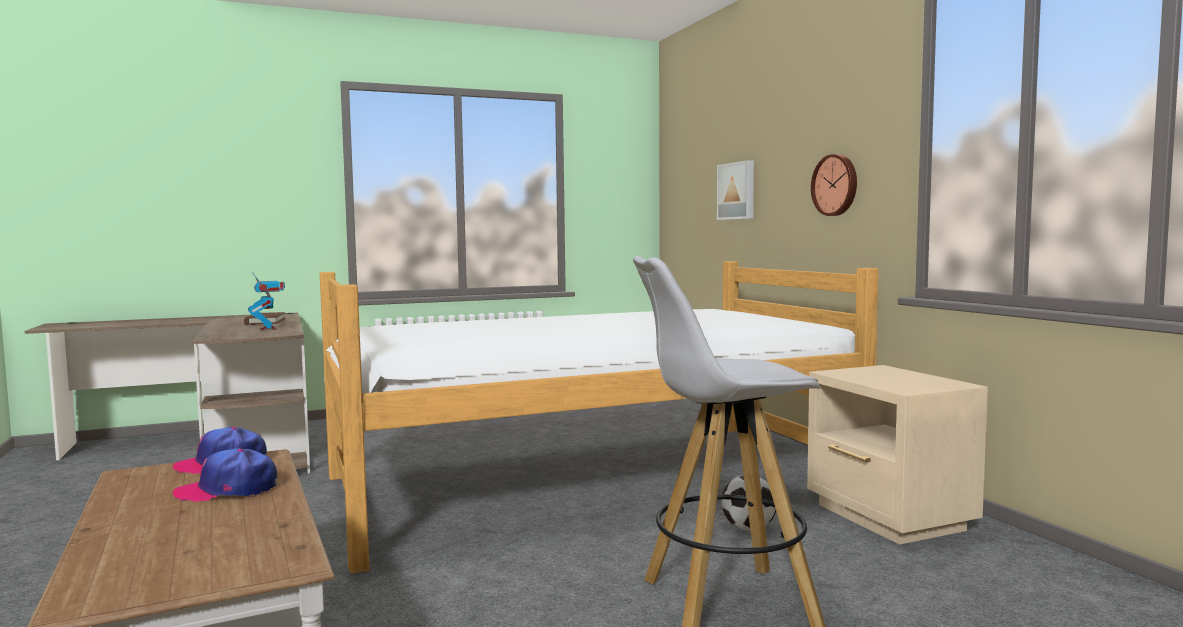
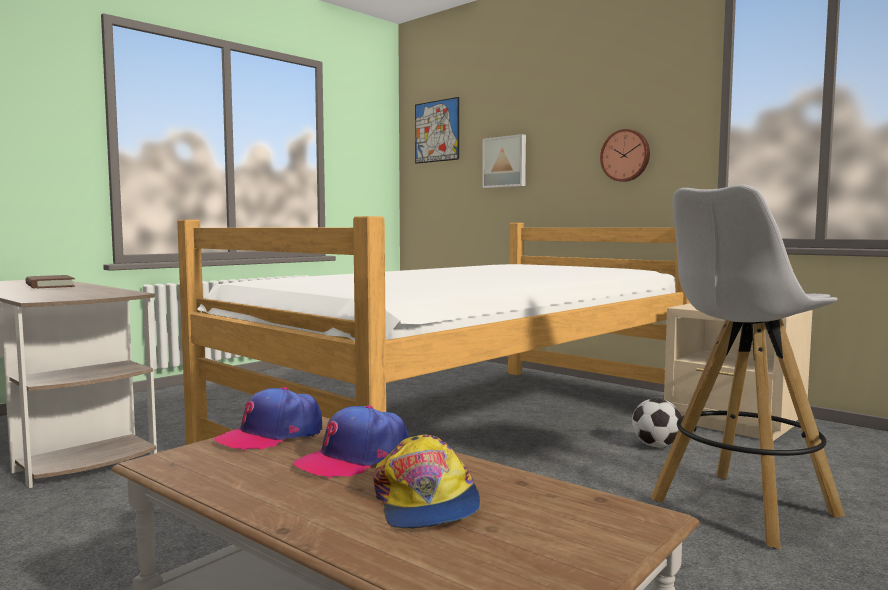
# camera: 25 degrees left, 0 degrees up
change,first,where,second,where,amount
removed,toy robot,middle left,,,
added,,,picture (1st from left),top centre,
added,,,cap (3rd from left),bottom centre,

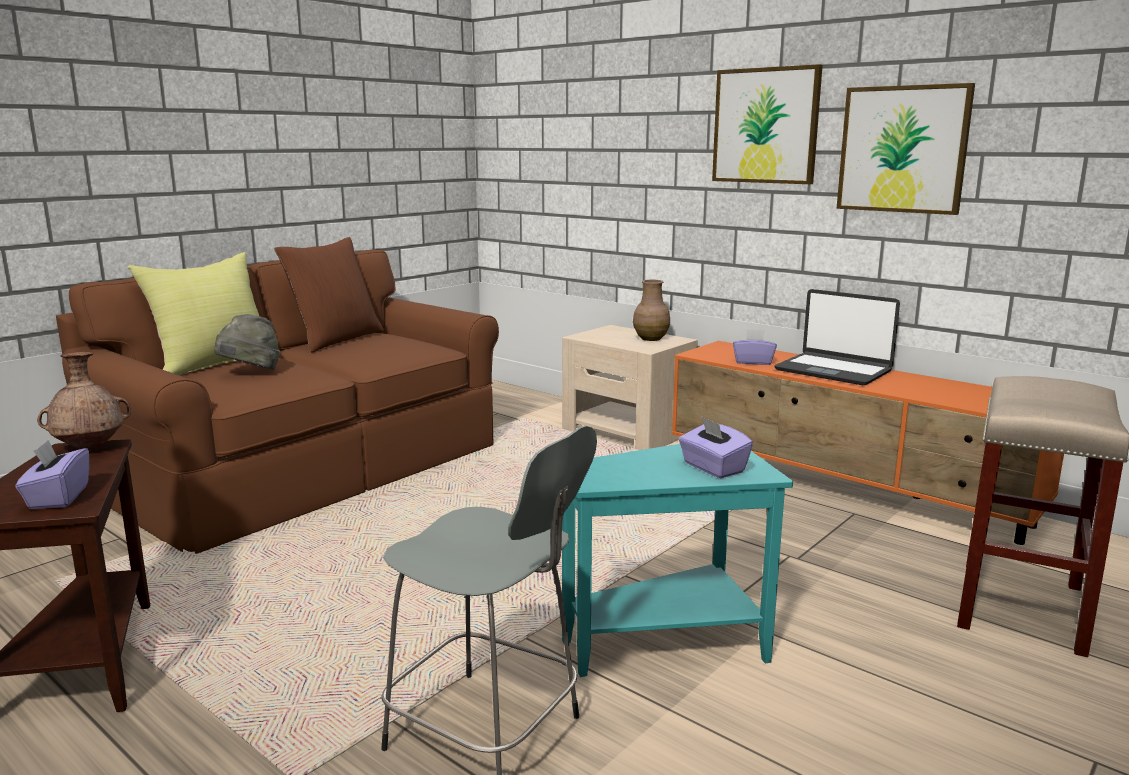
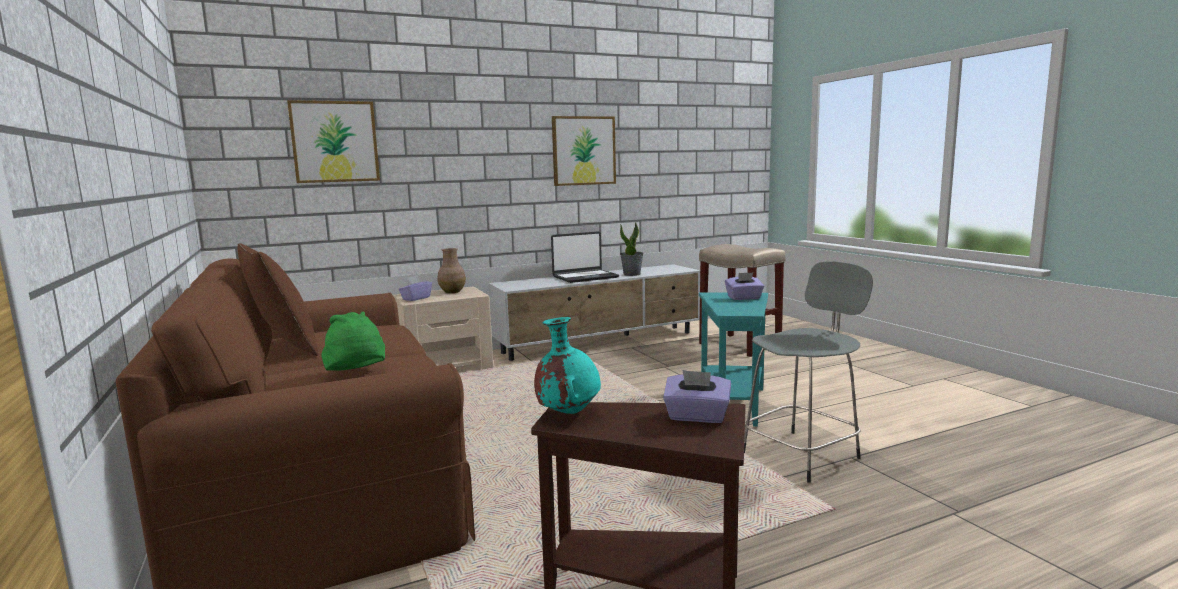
# camera: 65 degrees left, 5 degrees down
change,first,where,second,where,amount
moved,picture (1st from left),top right,,top left,
removed,yellow pillow,middle left,,,
recoloured,grey hat,middle left,green hat,middle left,
moved,purple tissue box (3rd from left in the first image),middle right,purple tissue box (1st from left),centre,
recoloured,orange tv stand,middle right,white tv stand,centre,
recoloured,brown vase (1st from left),middle left,turquoise vase,centre,
added,,,potted plant,centre,

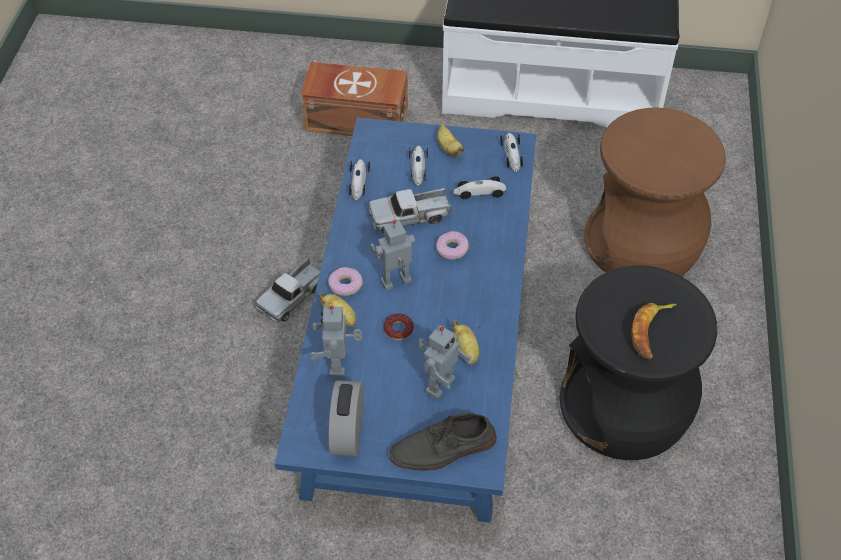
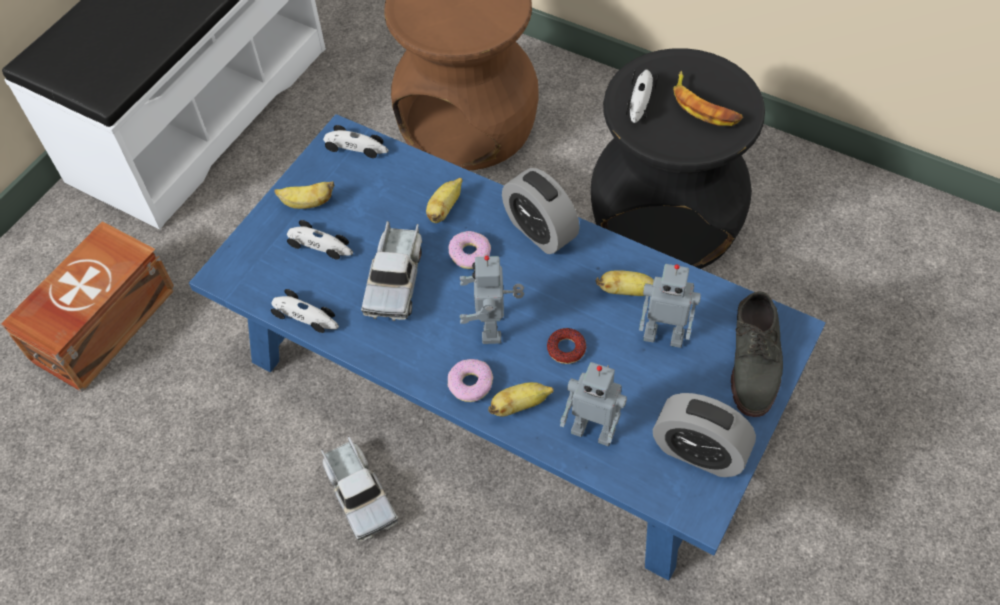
# camera: 65 degrees left, 5 degrees up
change,first,where,second,where,amount
moved,toy car (3rd from left in the first image),centre,toy car (4th from left),top centre,
turned,toy robot (3rd from left),centre,,middle right,135 degrees clockwise
added,,,alarm clock (1st from left),centre,
added,,,banana (2nd from left),top centre,

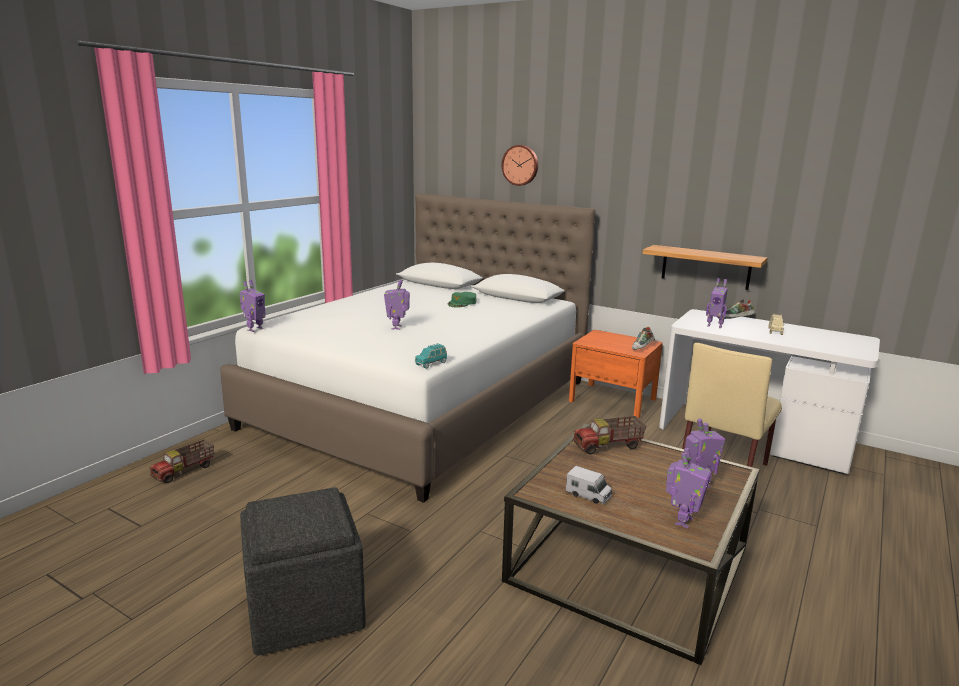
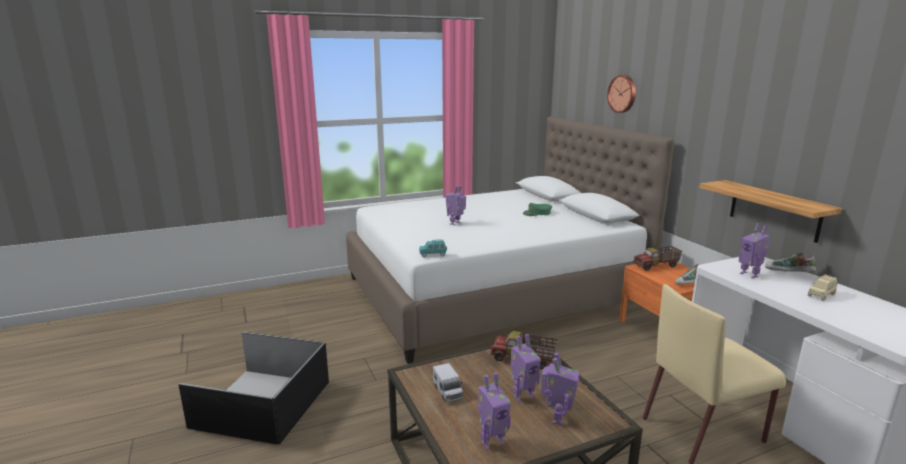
# camera: 35 degrees right, 0 degrees up
change,first,where,second,where,amount
moved,toy robot (1st from left in the first image),middle left,toy robot (3rd from left),bottom centre,
moved,toy truck (1st from left in the first image),bottom left,toy truck (3rd from left),middle right,
replaced,grey ottoman,bottom left,black storage box,bottom left,

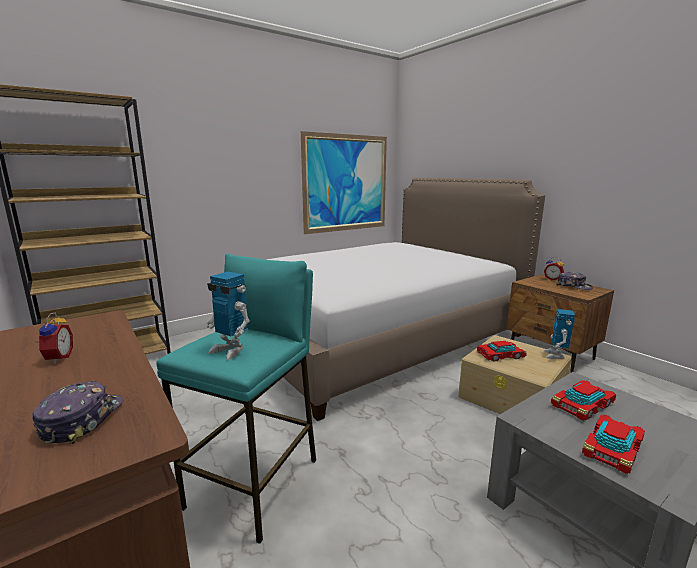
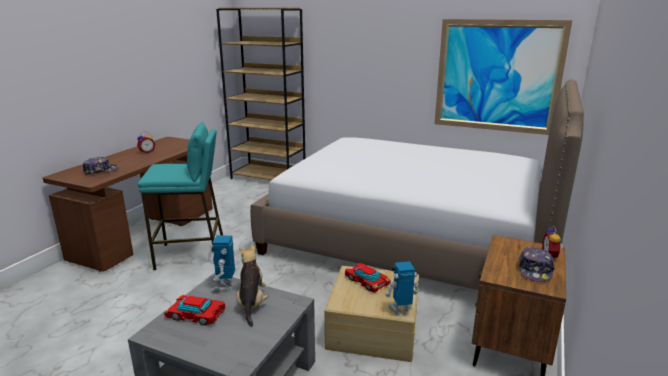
# camera: 60 degrees right, 5 degrees up
change,first,where,second,where,amount
moved,toy robot (1st from left),middle left,,bottom centre,
replaced,toy car (2nd from left),bottom right,plush toy,bottom centre,

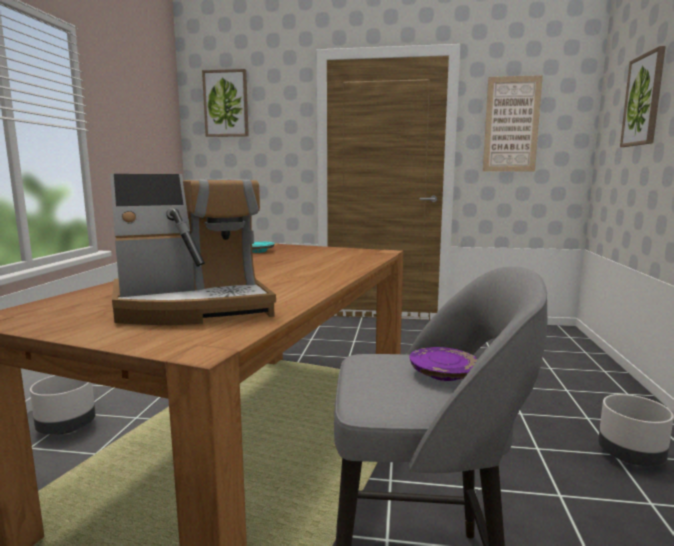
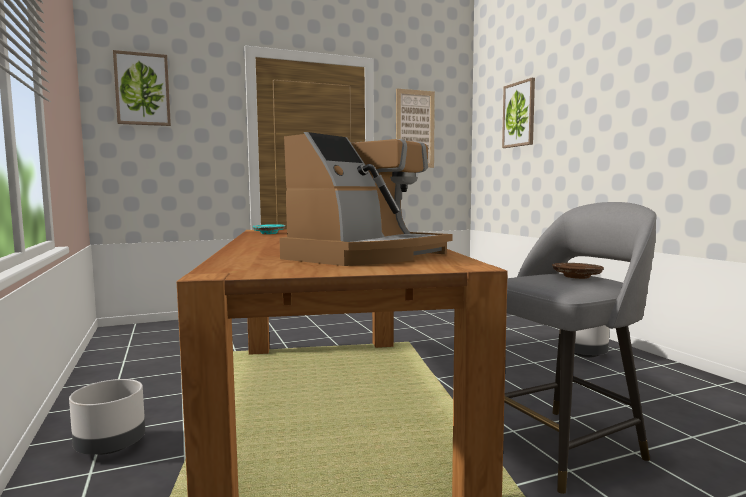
# camera: 30 degrees left, 5 degrees down
change,first,where,second,where,amount
recoloured,purple plate,bottom centre,brown plate,middle right,

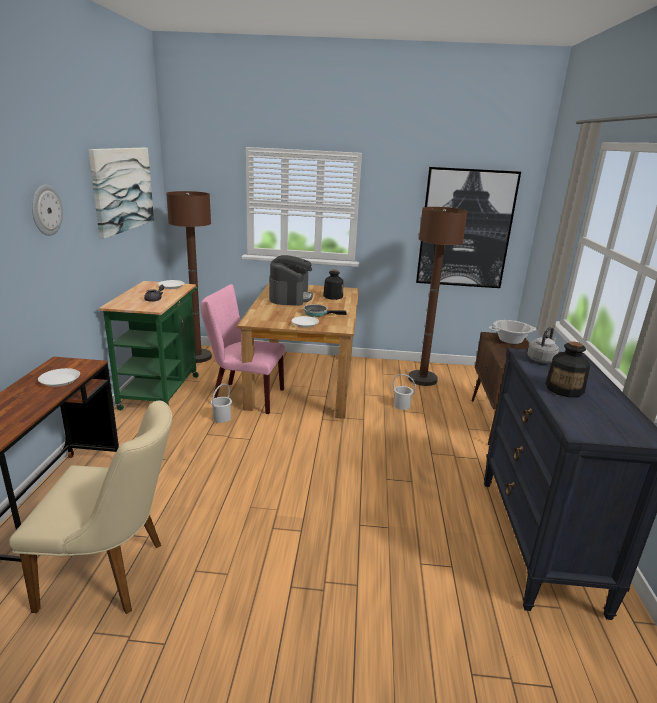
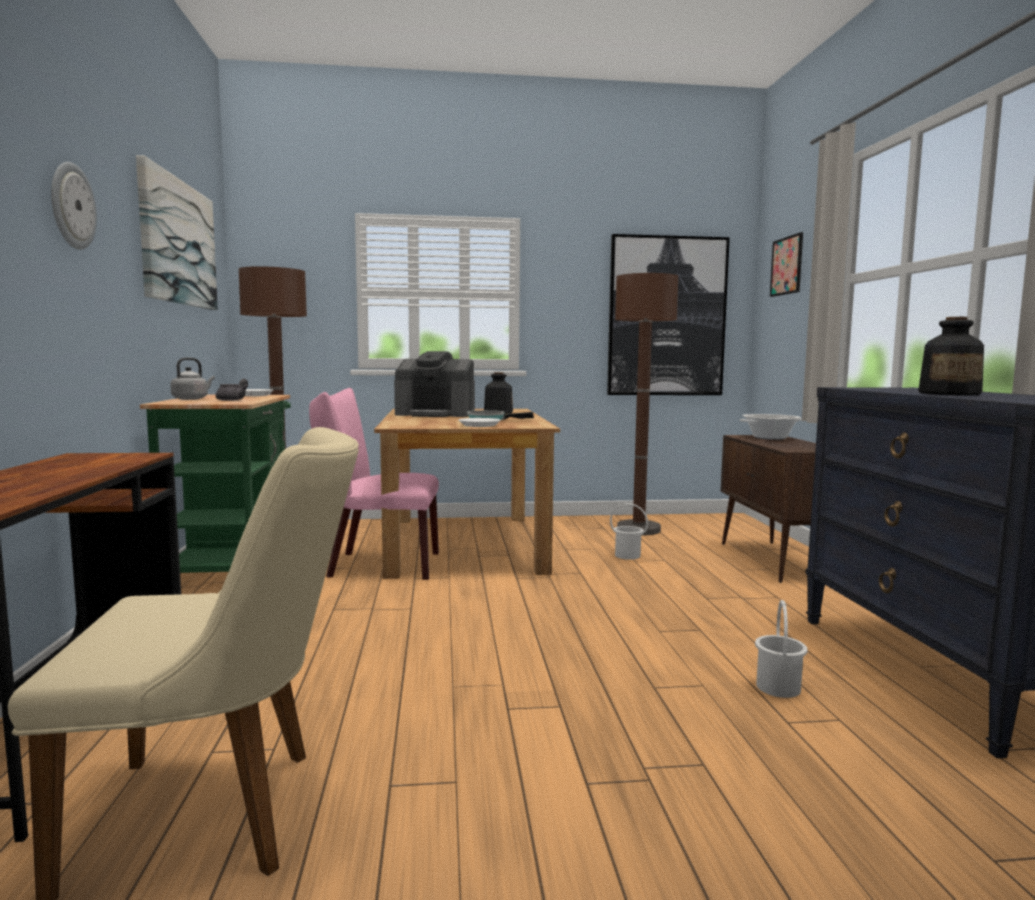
# camera: 10 degrees left, 15 degrees down
change,first,where,second,where,amount
turned,coffee machine,centre,,centre,105 degrees clockwise
moved,grey kettle,middle right,,middle left,
removed,white plate (1st from left),middle left,,,
moved,white bucket (1st from left in the first image),centre,white bucket (2nd from left),bottom right,
added,,,picture (3rd from left),top right,

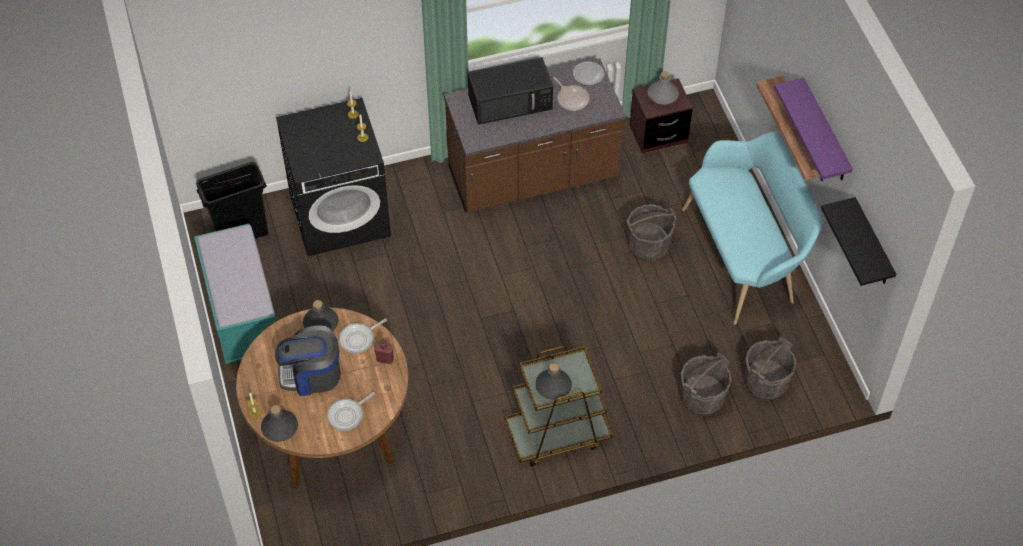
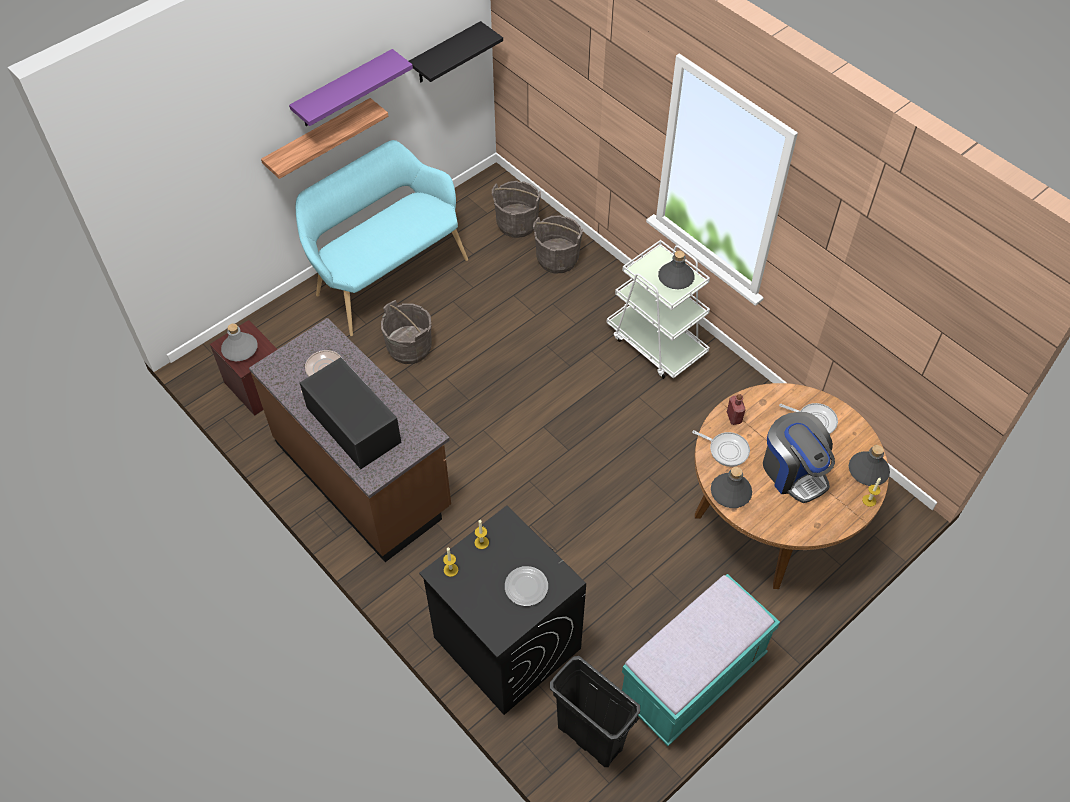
# camera: 115 degrees left, 0 degrees up
change,first,where,second,where,amount
moved,plate,top centre,,bottom centre,
recoloured,brown cart,bottom centre,white cart,centre,

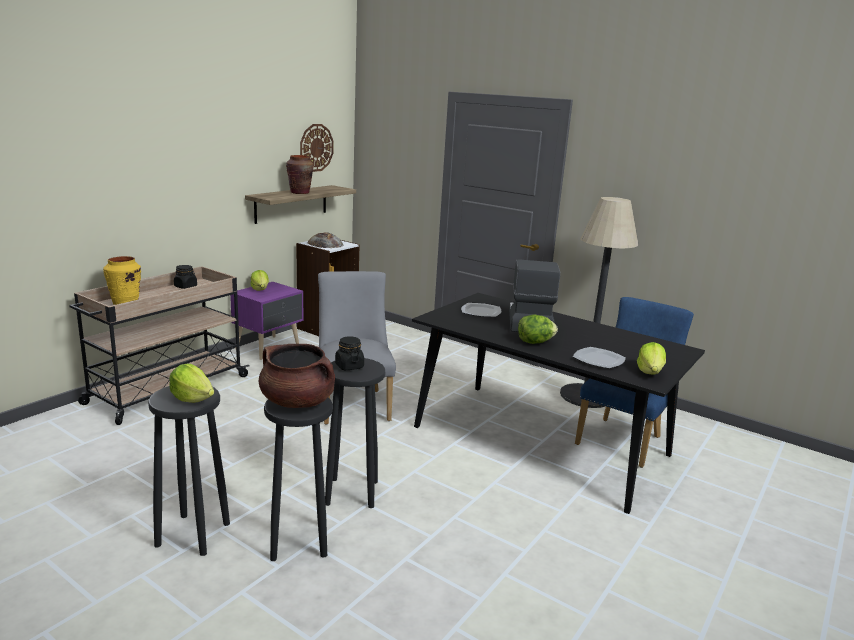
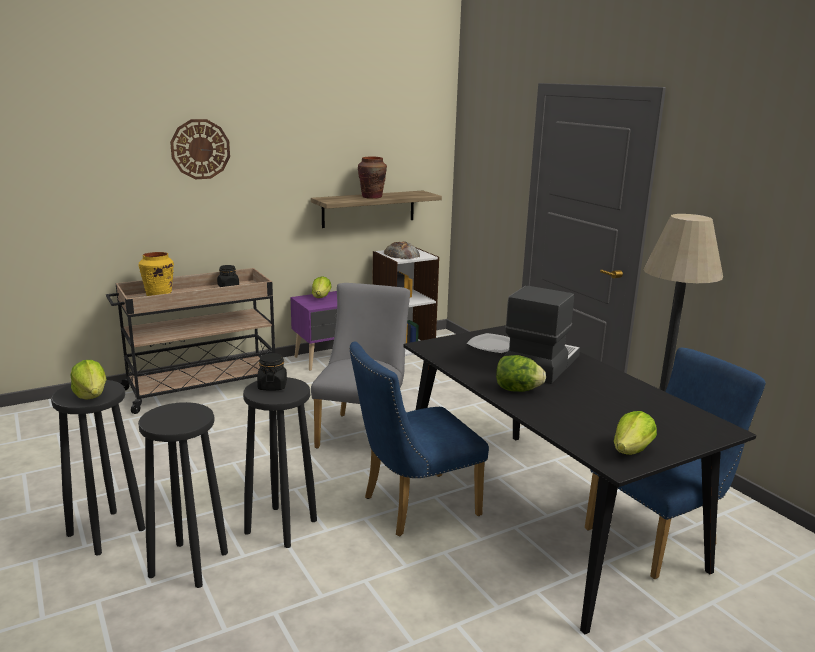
# camera: 25 degrees right, 0 degrees up
change,first,where,second,where,amount
moved,wall clock,top centre,,top left,
removed,brown cooking pot,centre,,,
removed,plate (2nd from left),middle right,,,
added,,,blue chair (1st from left),bottom centre,

